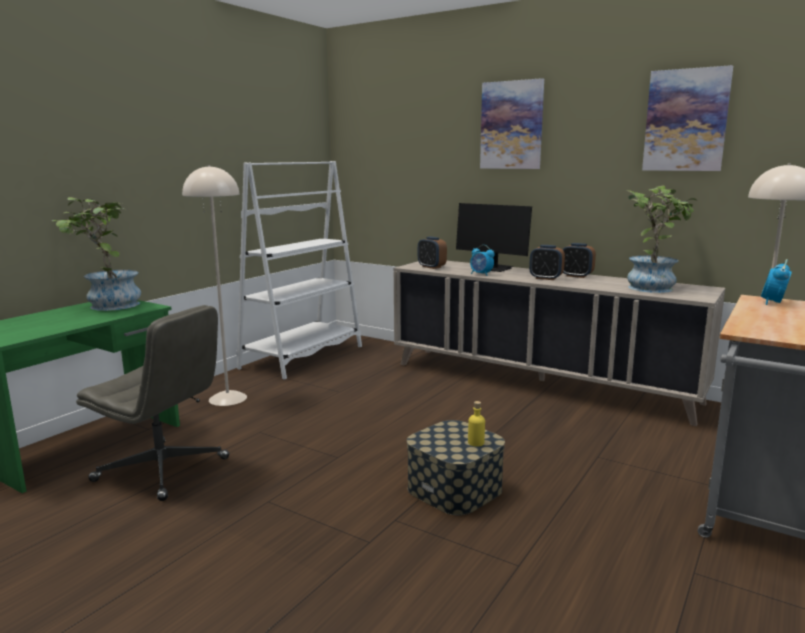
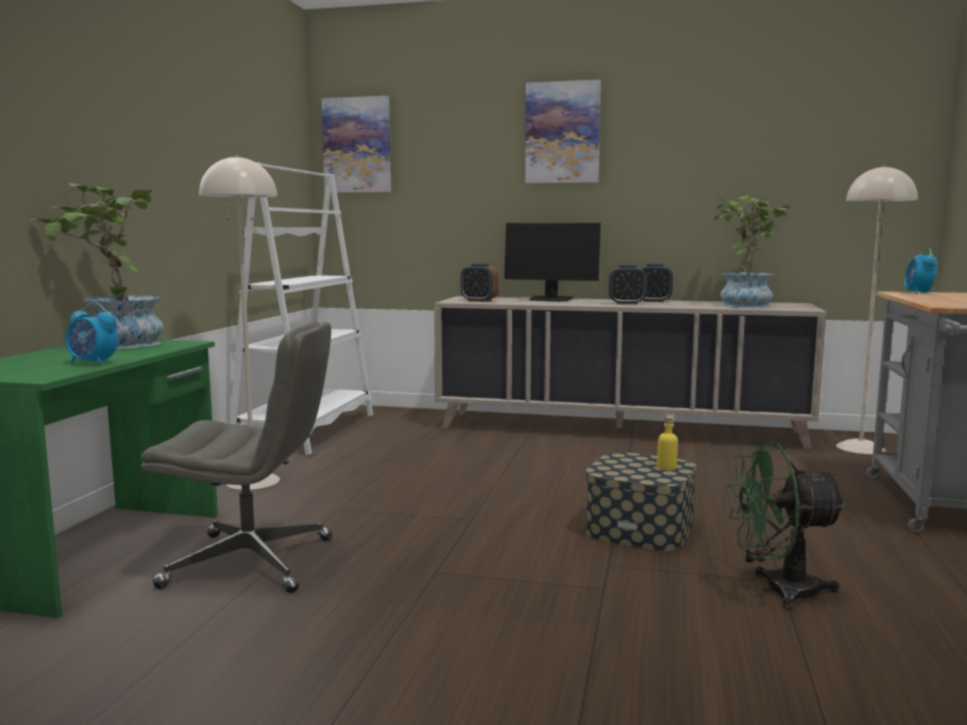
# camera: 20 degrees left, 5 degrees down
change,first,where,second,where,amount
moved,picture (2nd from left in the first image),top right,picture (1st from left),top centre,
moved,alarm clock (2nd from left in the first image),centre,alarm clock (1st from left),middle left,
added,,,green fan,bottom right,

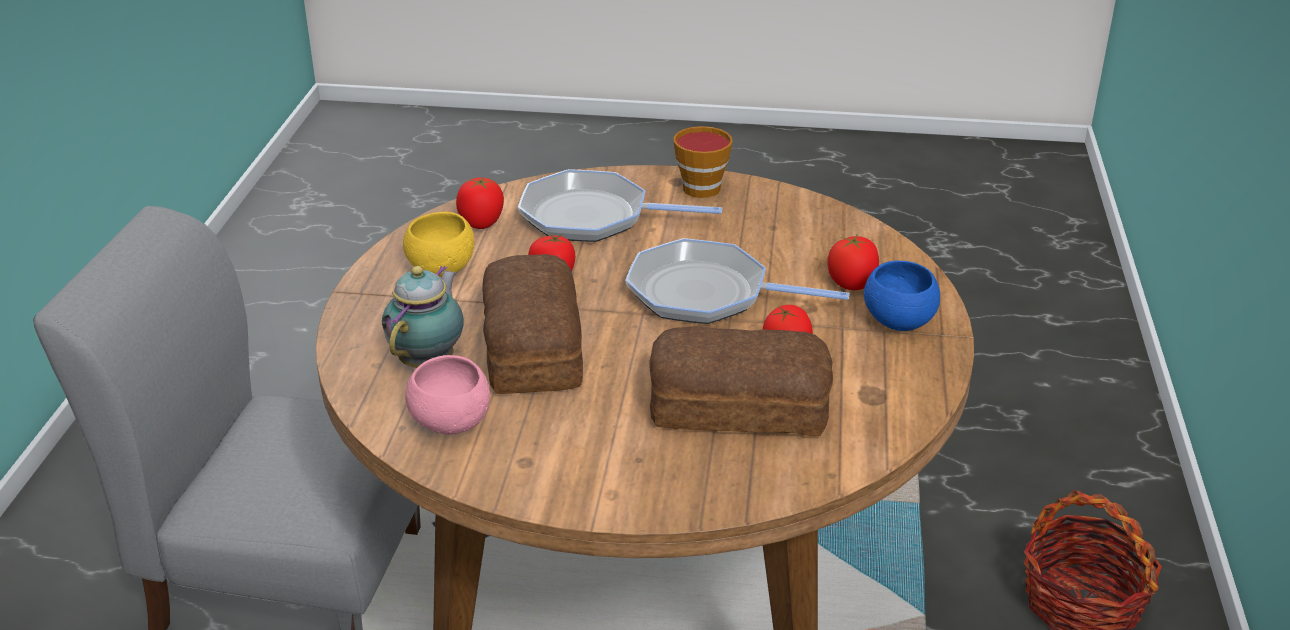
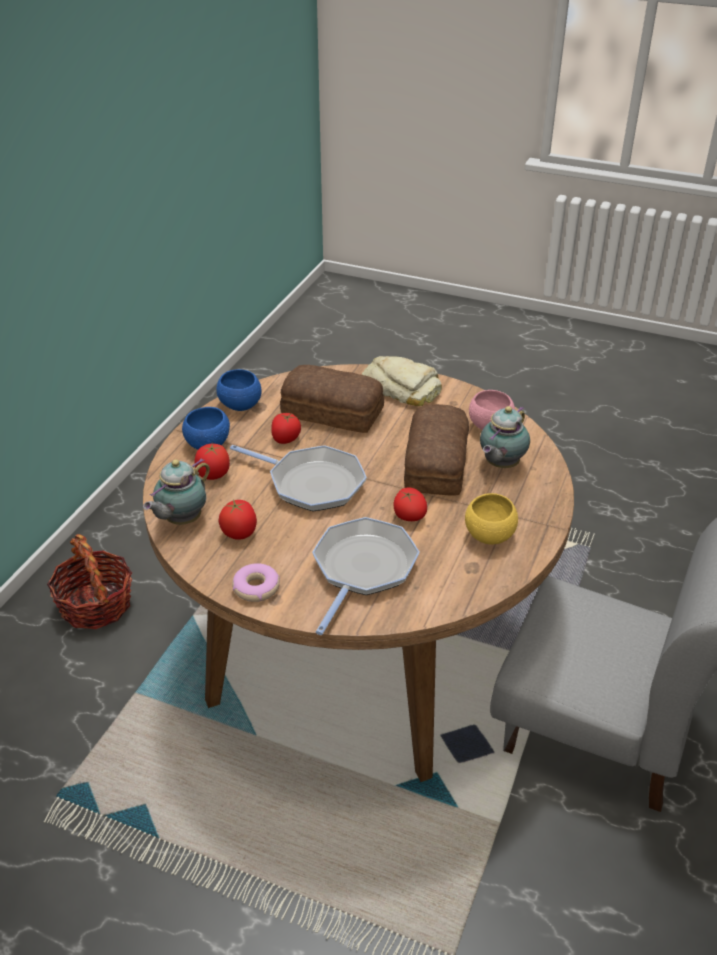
# camera: 165 degrees left, 5 degrees up
change,first,where,second,where,amount
replaced,cup,top centre,donut,centre,
turned,frying pan (1st from left in the first image),top centre,frying pan (2nd from left),centre,90 degrees counterclockwise
moved,tomato (1st from left in the first image),top centre,tomato (2nd from left),middle left,
added,,,bread (2nd from left),centre,
added,,,blue bowl (2nd from left),centre,
added,,,teapot (1st from left),middle left,

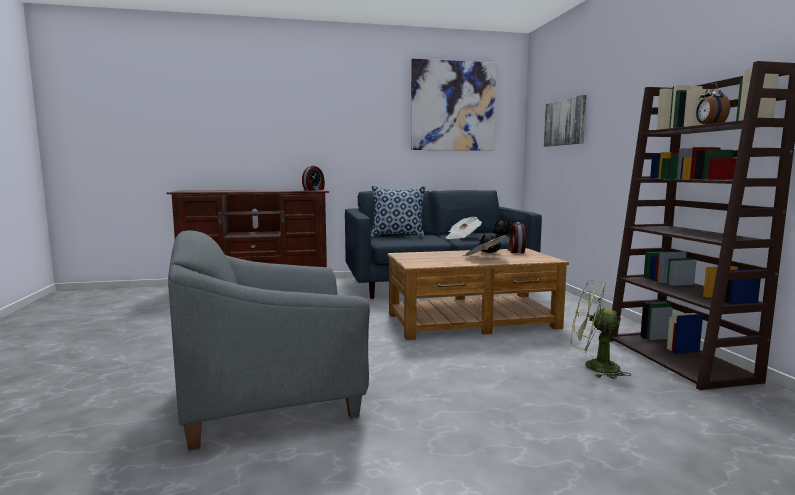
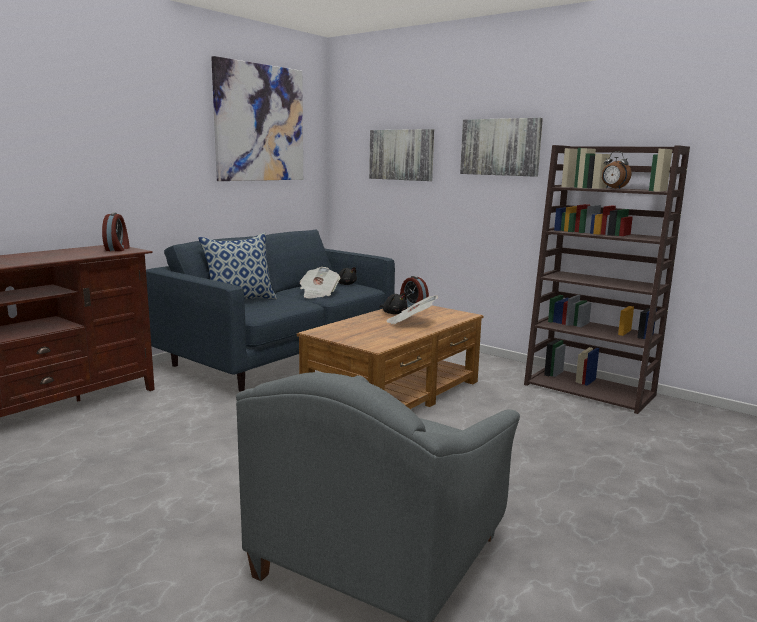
# camera: 40 degrees left, 5 degrees up
change,first,where,second,where,amount
removed,green fan,middle right,,,
added,,,picture (3rd from left),top centre,

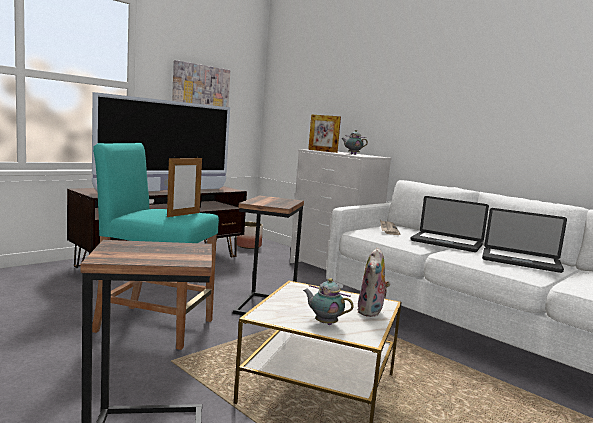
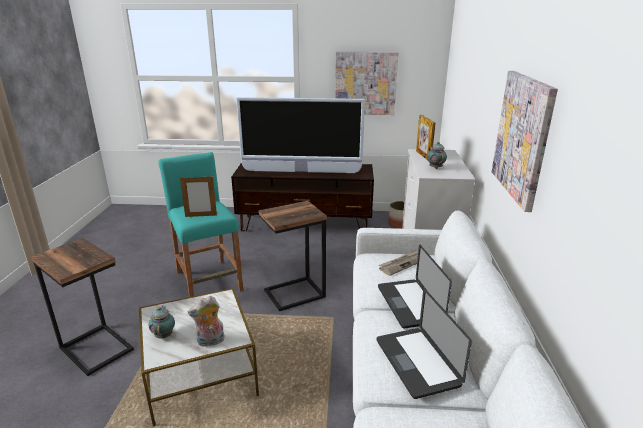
# camera: 50 degrees right, 15 degrees up
change,first,where,second,where,amount
added,,,picture (2nd from left),top right,

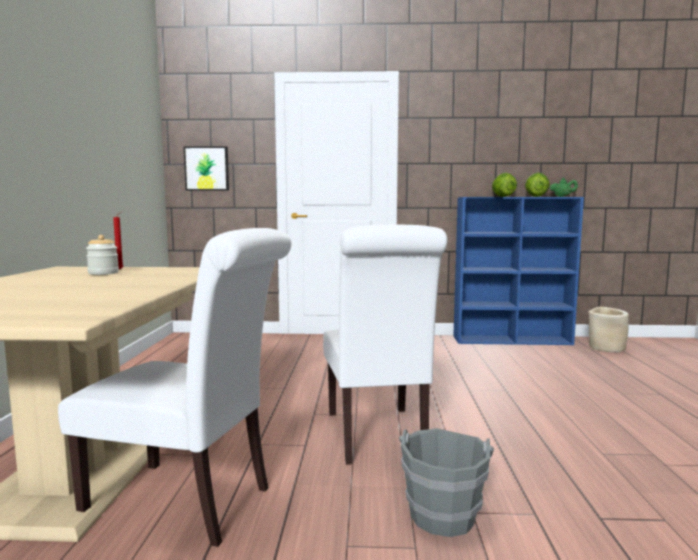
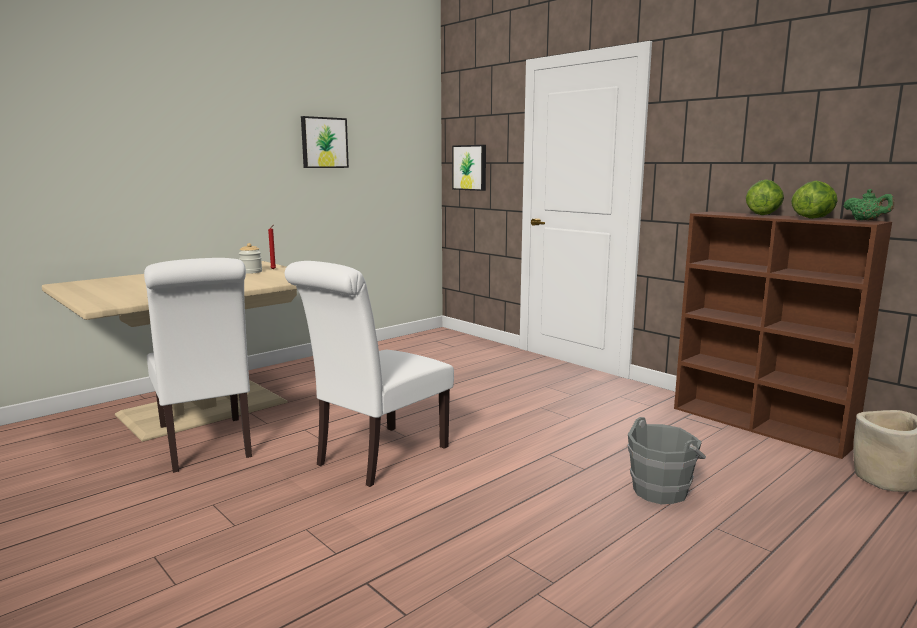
# camera: 45 degrees right, 5 degrees up
change,first,where,second,where,amount
recoloured,blue bookcase,middle right,brown bookcase,middle right,
moved,grey bucket,bottom centre,,bottom right,
added,,,picture (1st from left),top centre,

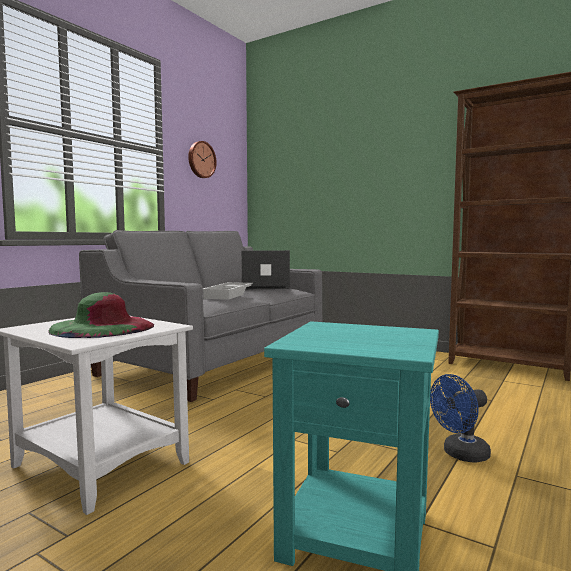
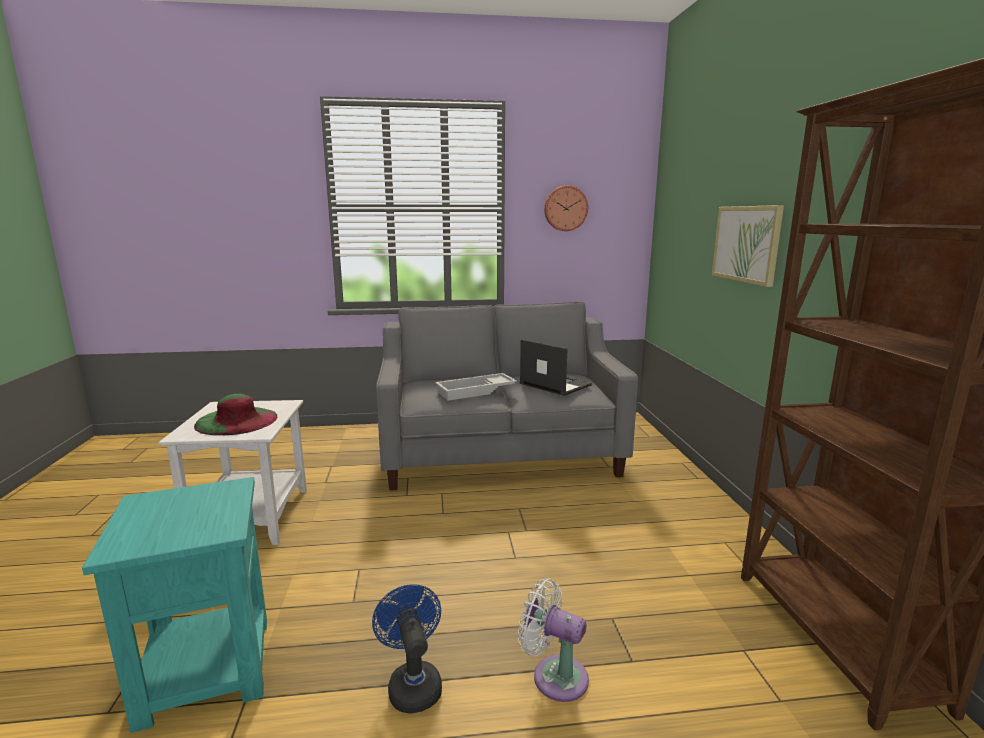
# camera: 50 degrees right, 10 degrees up
change,first,where,second,where,amount
turned,blue fan,bottom right,,bottom centre,45 degrees clockwise
added,,,picture,middle right,
added,,,white fan,bottom centre,

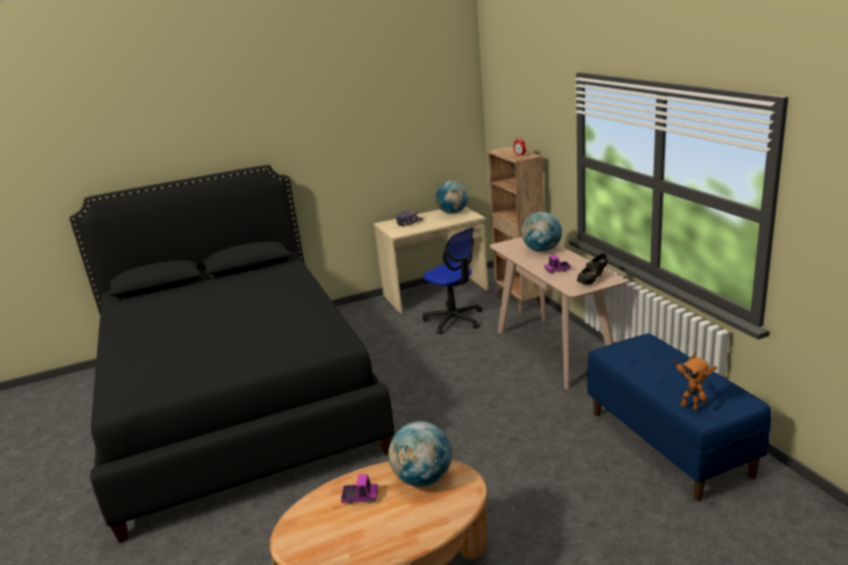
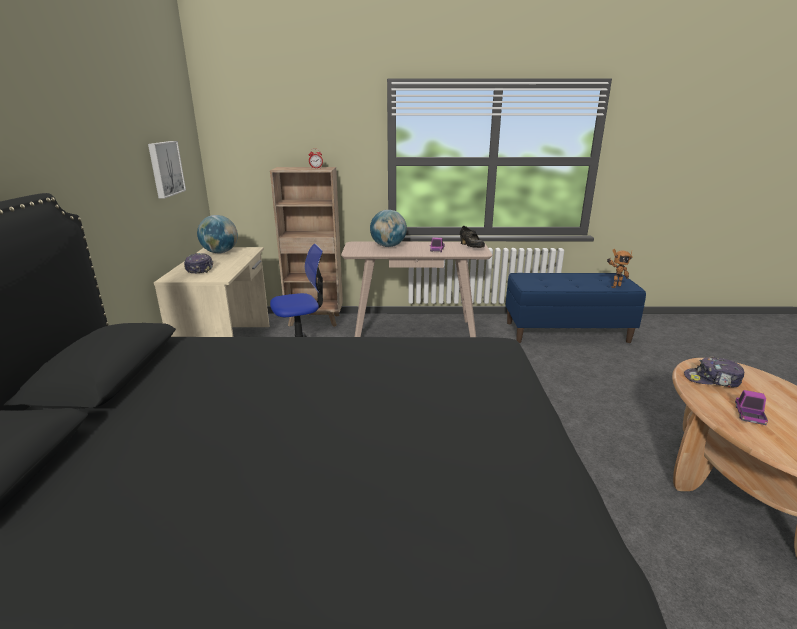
# camera: 70 degrees left, 0 degrees up
change,first,where,second,where,amount
replaced,globe (1st from left),bottom centre,cap (2nd from left),middle right,
added,,,picture,top left,

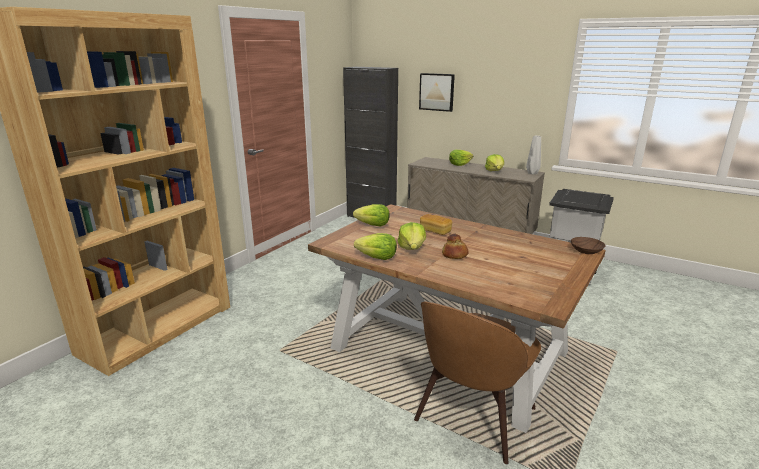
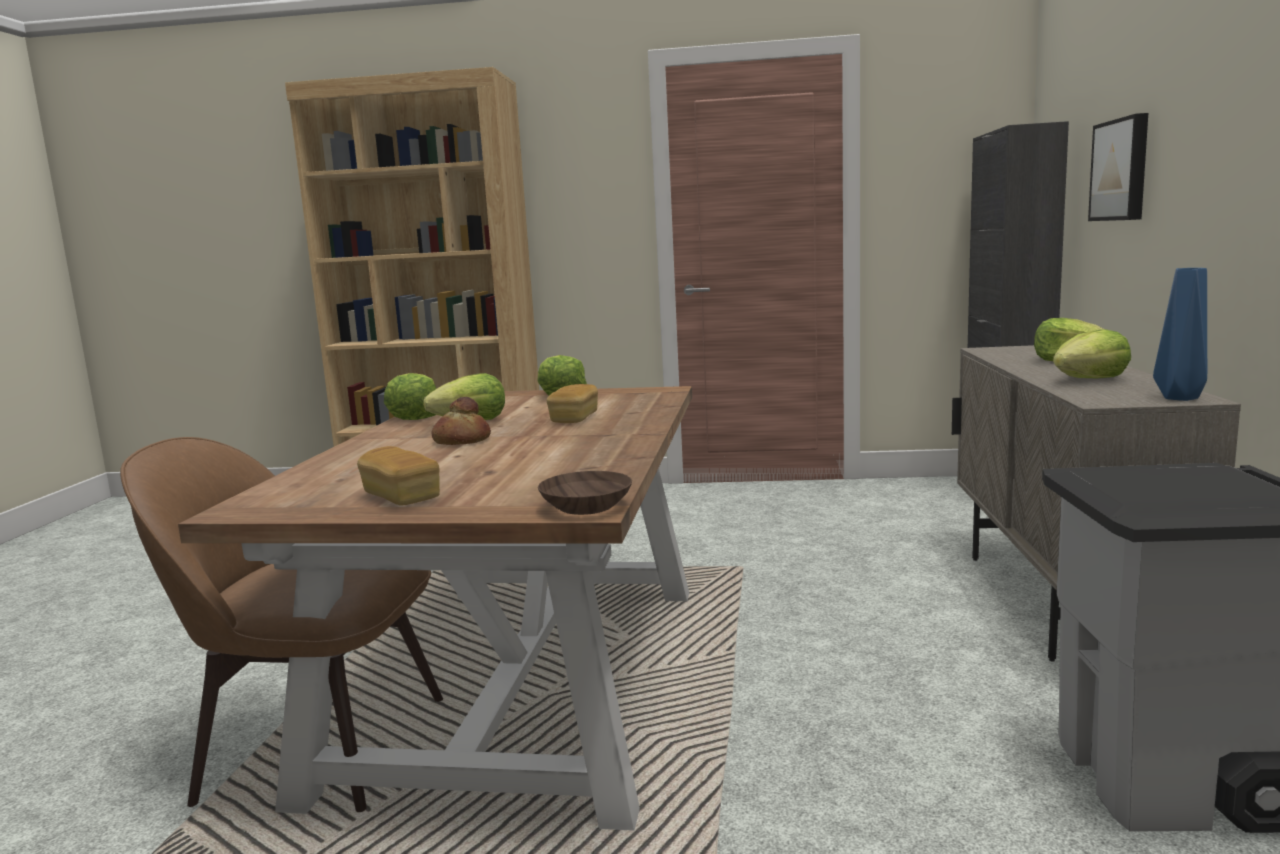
# camera: 65 degrees right, 10 degrees down
change,first,where,second,where,amount
recoloured,grey vase,top right,blue vase,middle right,
added,,,bread (1st from left),middle left,

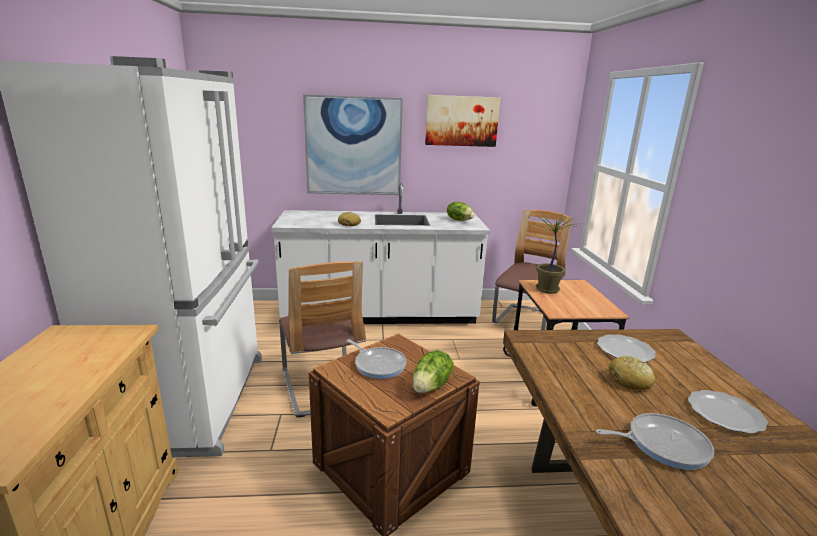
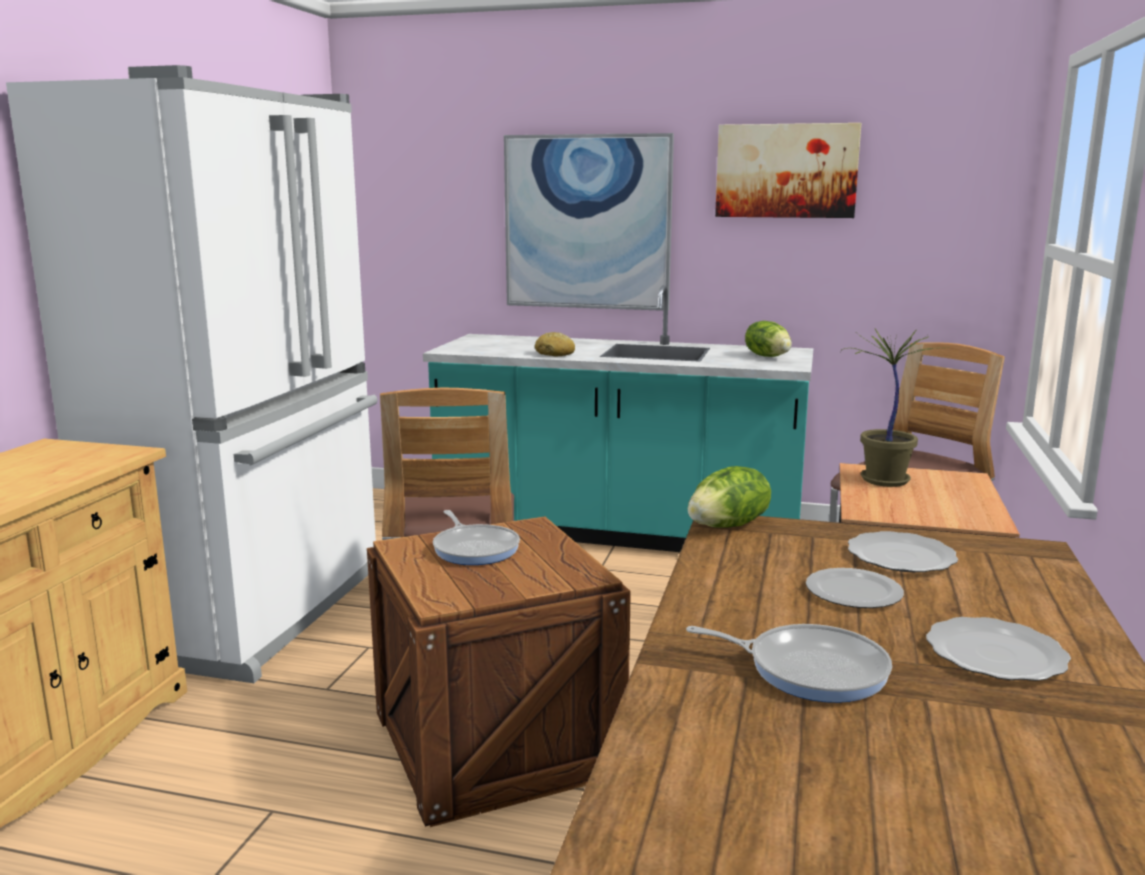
# camera: 20 degrees right, 5 degrees down
change,first,where,second,where,amount
recoloured,white counter,centre,turquoise counter,centre,
moved,lettuce (1st from left),bottom centre,,centre,
replaced,bread (2nd from left),bottom right,plate (1st from left),bottom right,

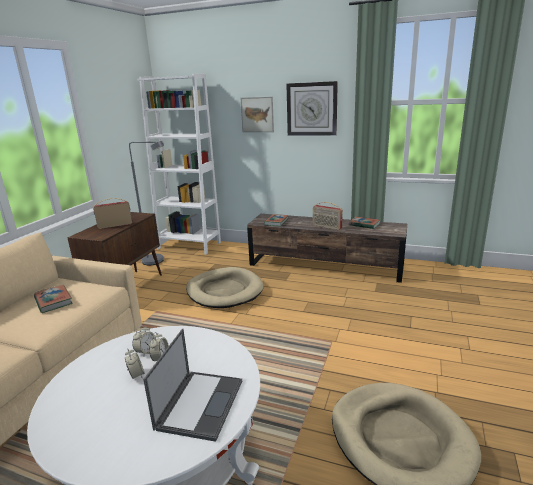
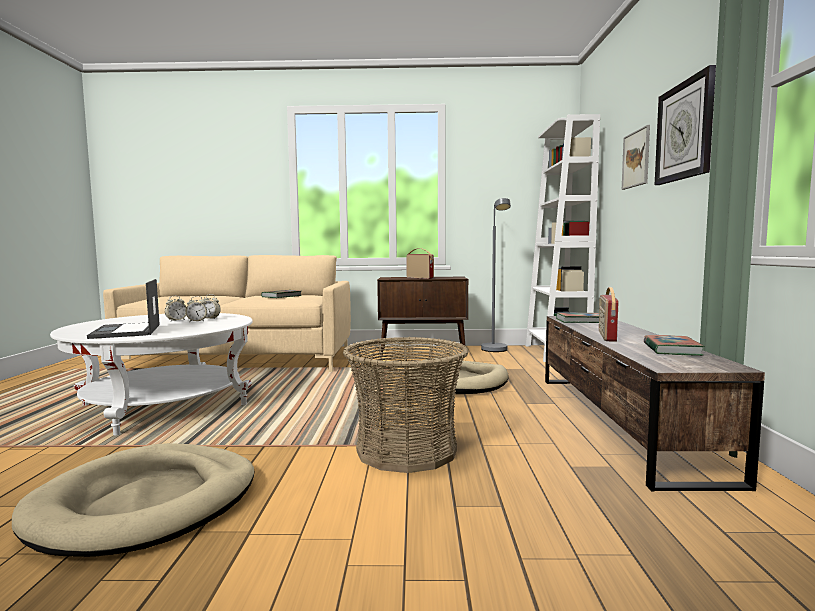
# camera: 70 degrees right, 15 degrees down
change,first,where,second,where,amount
turned,laptop,bottom centre,,middle left,75 degrees clockwise
added,,,basket,centre,

